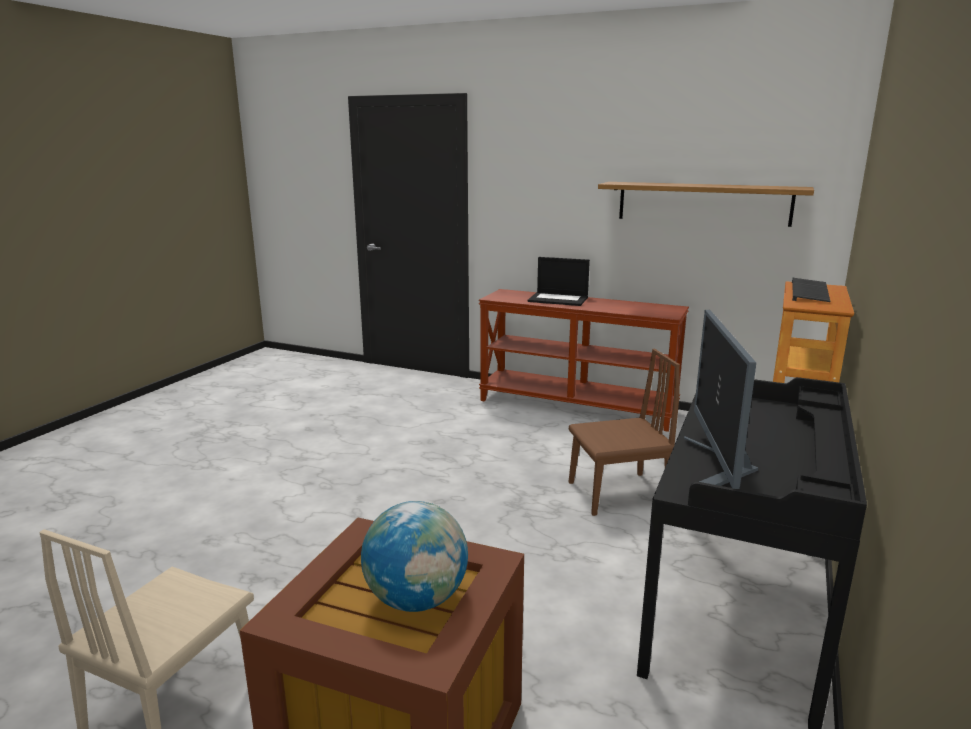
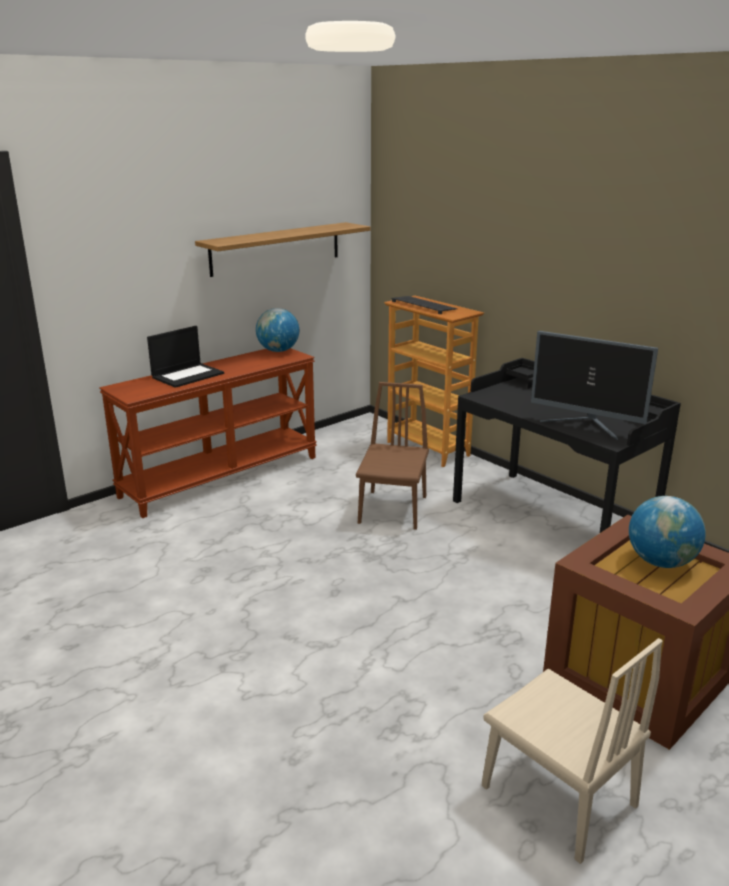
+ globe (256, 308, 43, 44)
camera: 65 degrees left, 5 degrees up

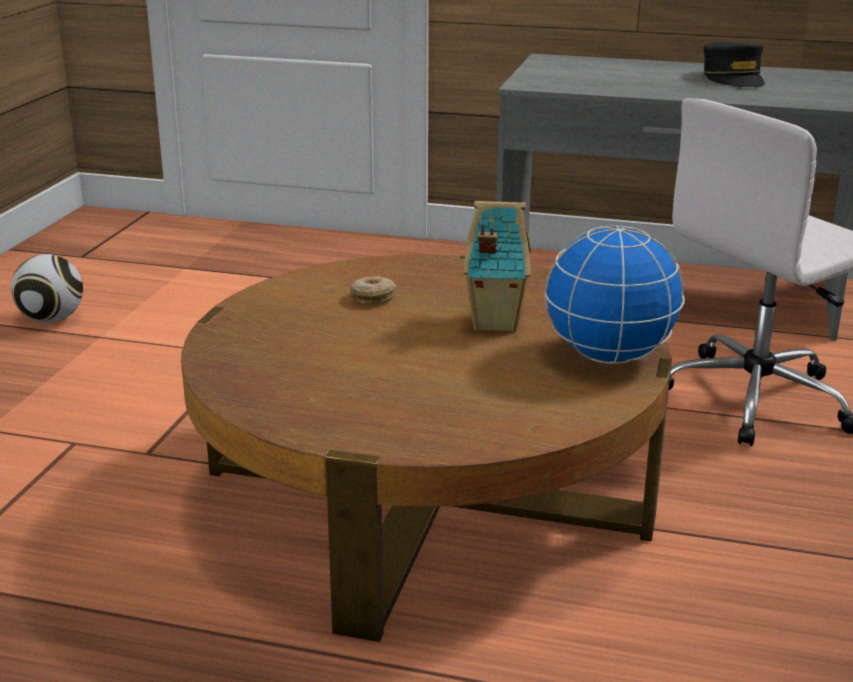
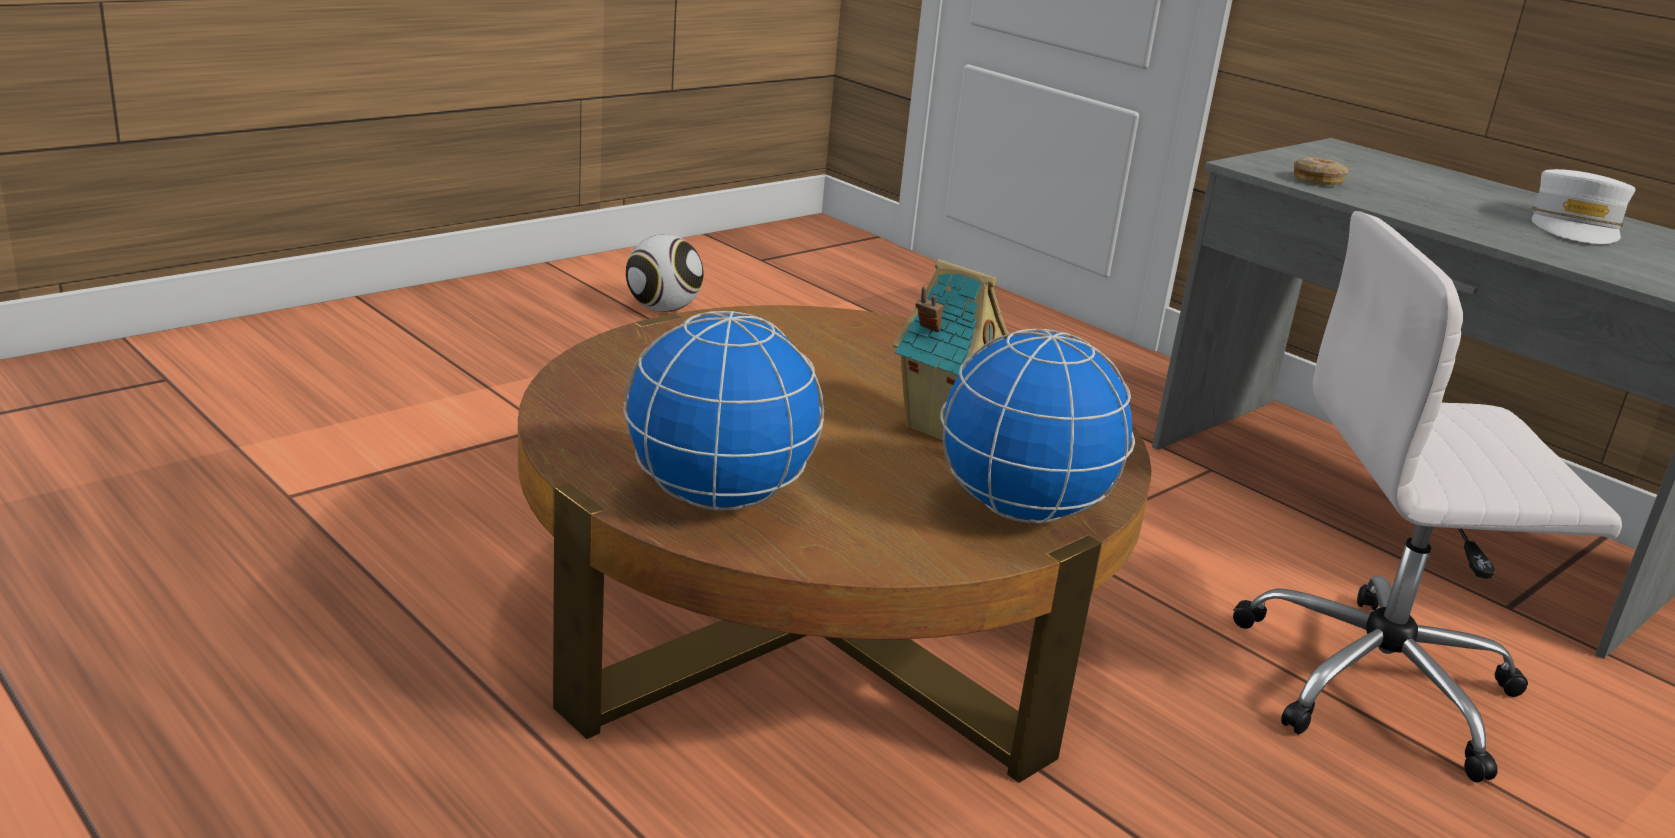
+ globe (623, 311, 201, 200)
~ donut (350, 276, 46, 29) to (1294, 157, 54, 28)
~ black_cap (703, 42, 62, 45) to white_cap (1532, 169, 104, 75)
camera: 30 degrees right, 0 degrees up

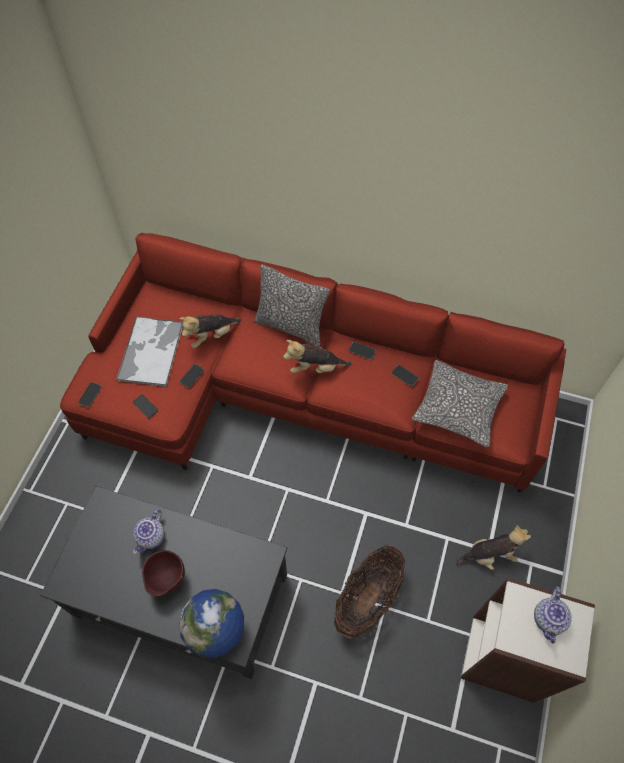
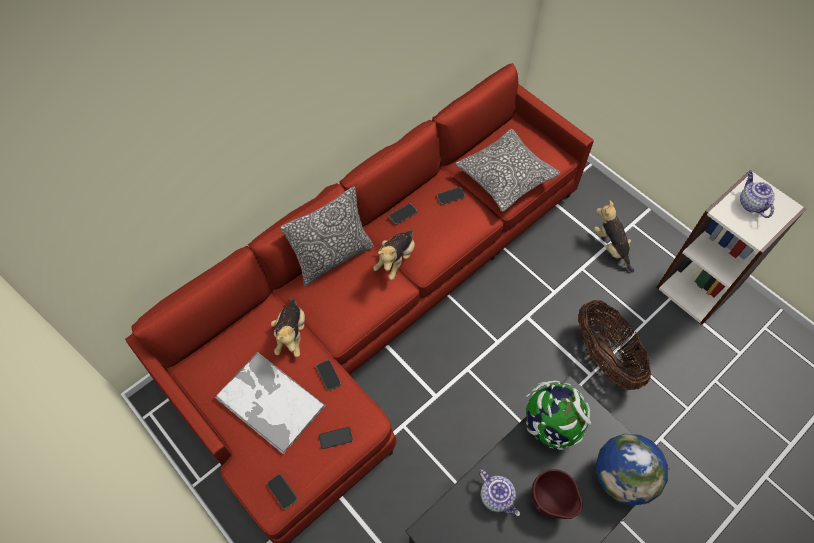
+ globe (526, 381, 65, 69)
~ plush_toy (456, 525, 75, 45) = (594, 200, 40, 73) 45 degrees counterclockwise
~ teapot (534, 586, 38, 58) = (740, 172, 35, 46) 150 degrees counterclockwise
camera: 60 degrees left, 0 degrees up

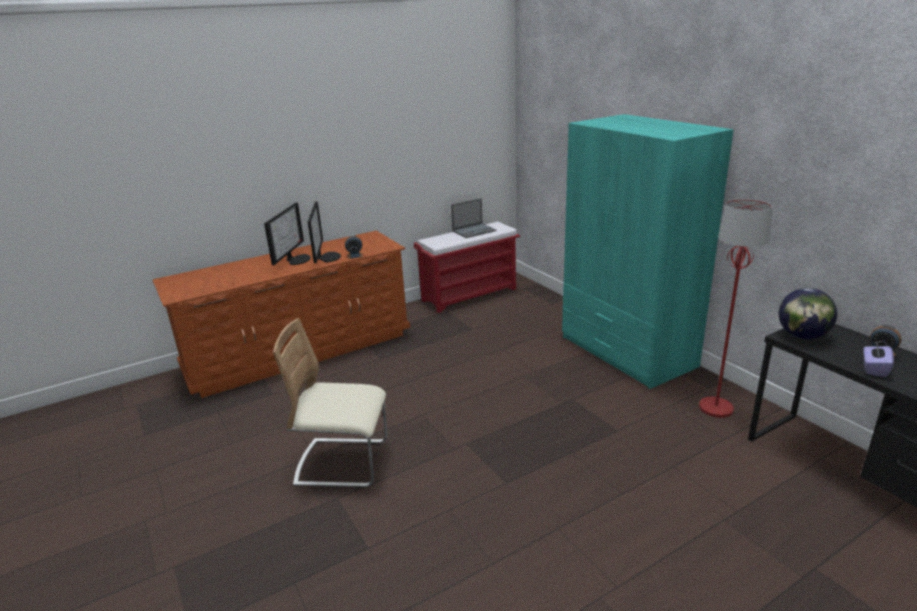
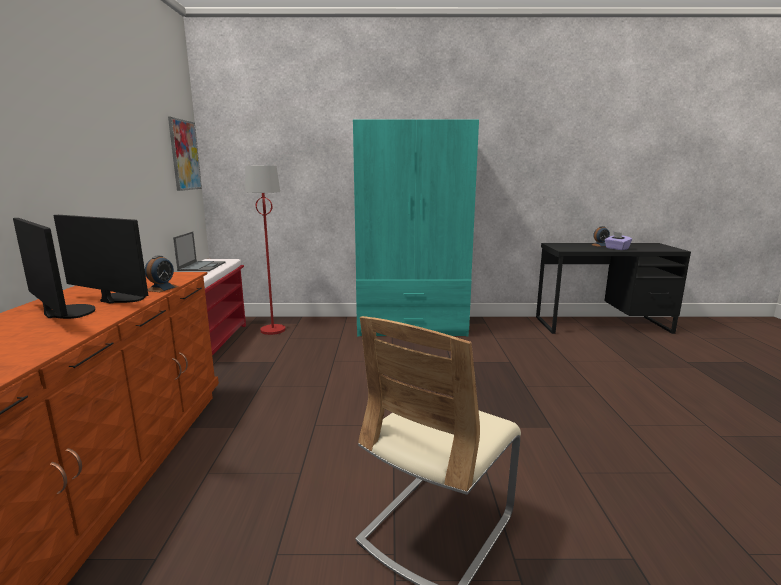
- globe (779, 288, 58, 51)
+ picture (168, 117, 34, 74)
~ red_floor_lamp (699, 199, 73, 219) to (245, 166, 40, 169)
camera: 60 degrees left, 10 degrees down

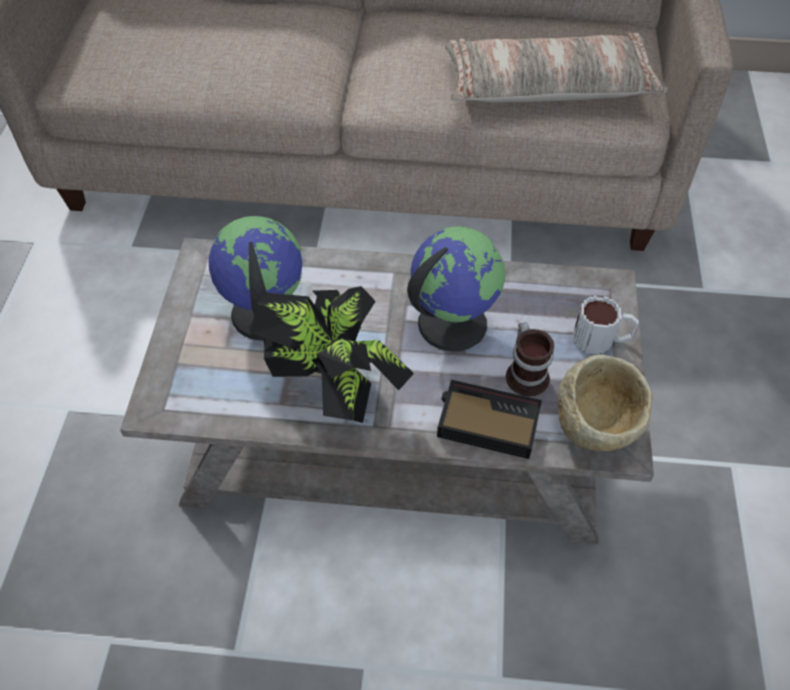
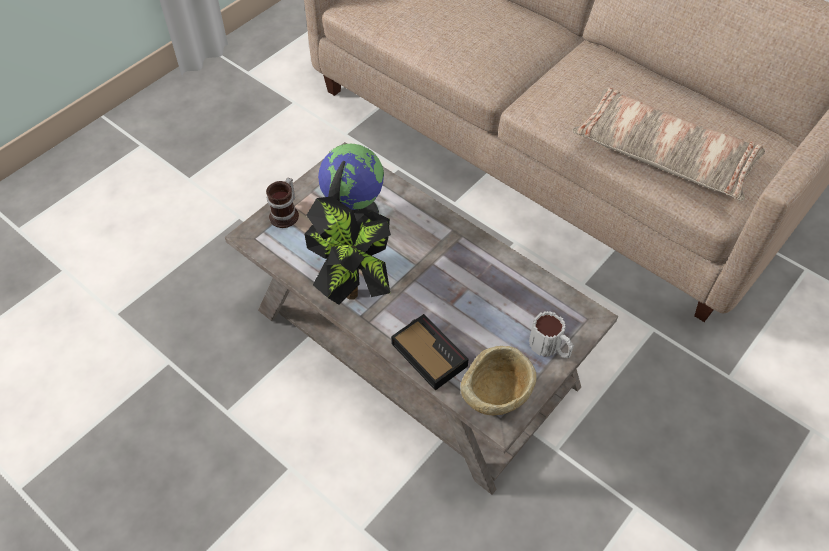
- globe (407, 227, 98, 124)
~ mug (506, 322, 48, 74) to (266, 178, 33, 50)
camera: 35 degrees right, 0 degrees up

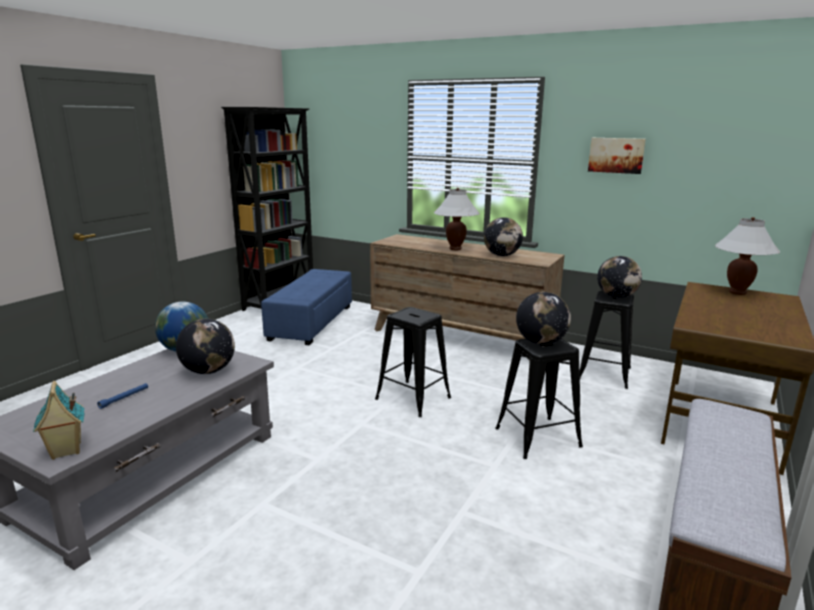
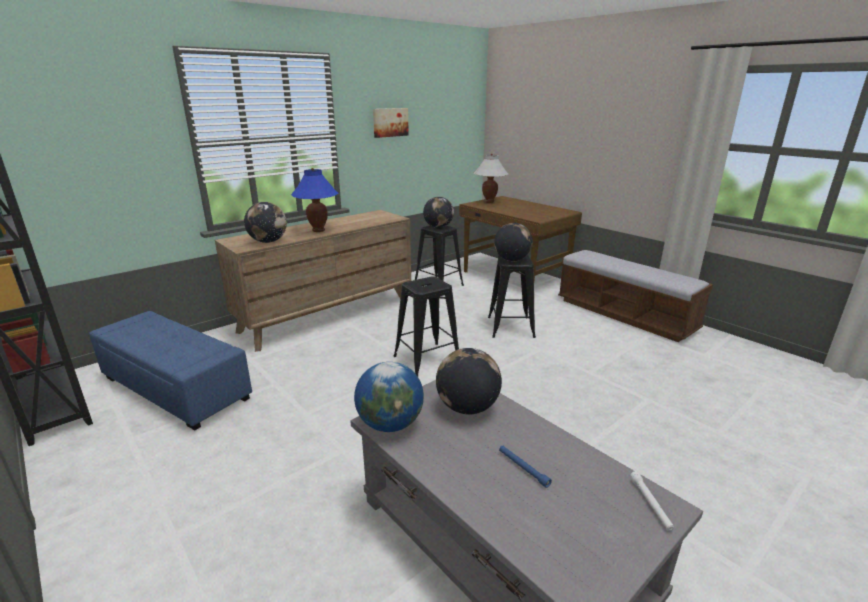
~ globe (484, 217, 39, 39) to (244, 202, 43, 41)
~ toy_house (33, 381, 52, 79) to white_flashlight (630, 471, 44, 60)
~ white_table_lamp (434, 188, 46, 62) to blue_table_lamp (291, 168, 48, 64)
camera: 70 degrees left, 5 degrees up

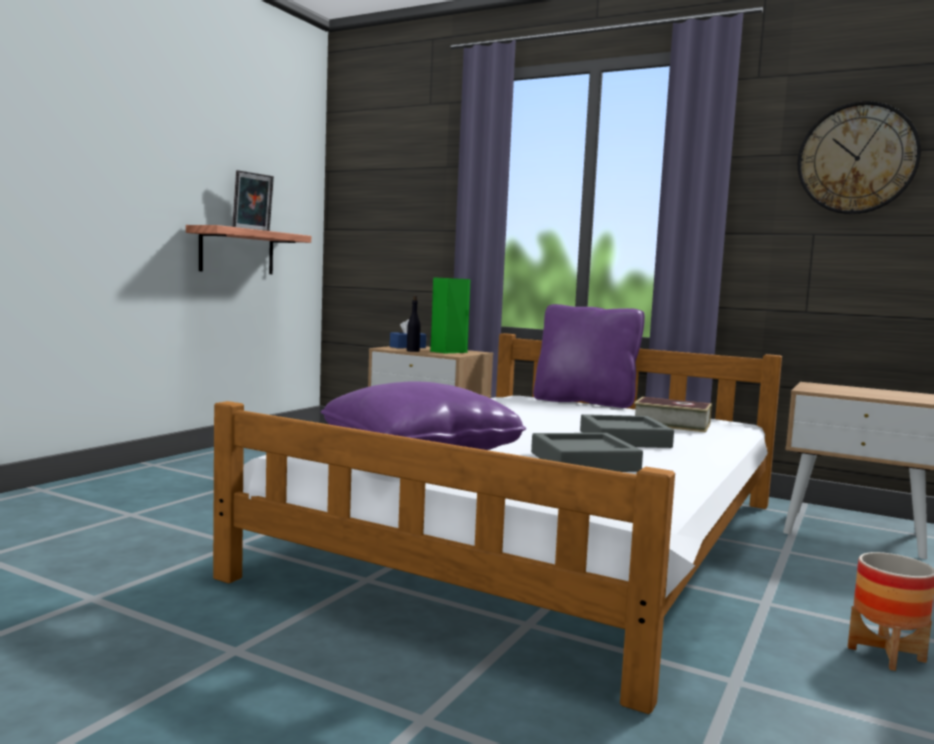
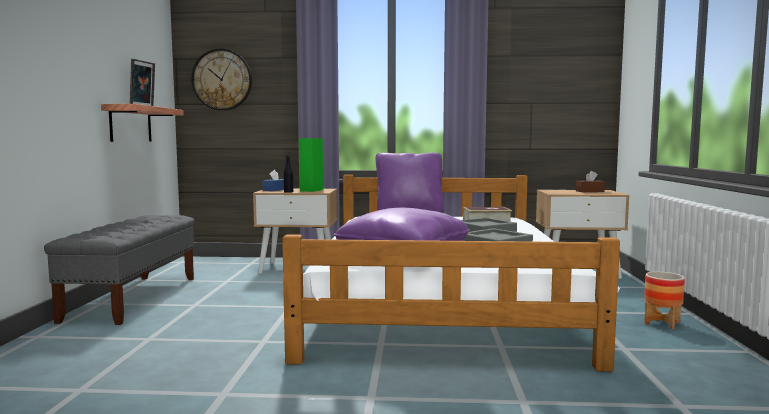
+ grey_bench (44, 215, 151, 110)
+ brown_tissue_box (576, 171, 29, 21)
~ wall_clock (798, 101, 123, 113) to (191, 48, 61, 62)
camera: 25 degrees left, 0 degrees up

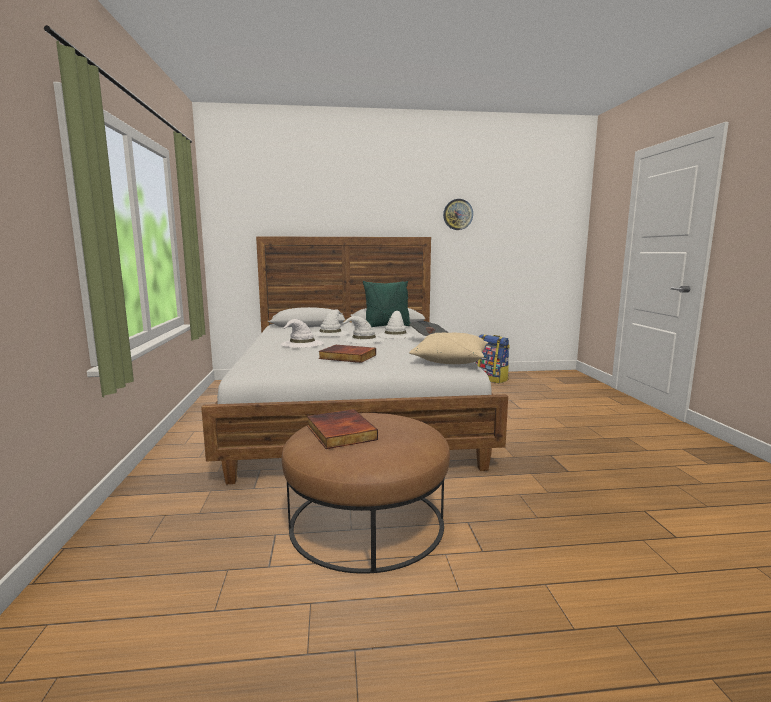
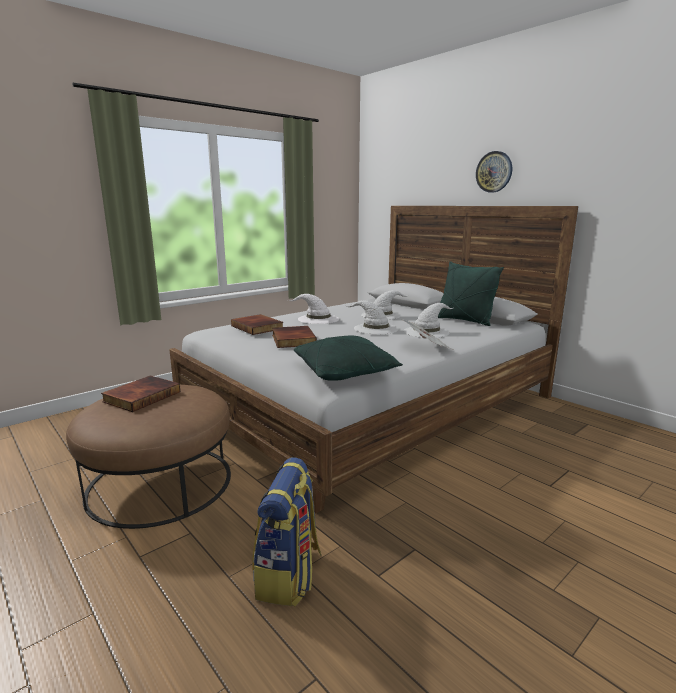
+ book (231, 314, 52, 21)
~ wall_clock (443, 199, 30, 31) to (476, 151, 36, 41)
~ backpack (475, 334, 35, 49) to (252, 457, 69, 149)
~ beige_pillow (409, 332, 79, 32) to green_pillow (294, 336, 109, 44)
camera: 55 degrees right, 5 degrees up

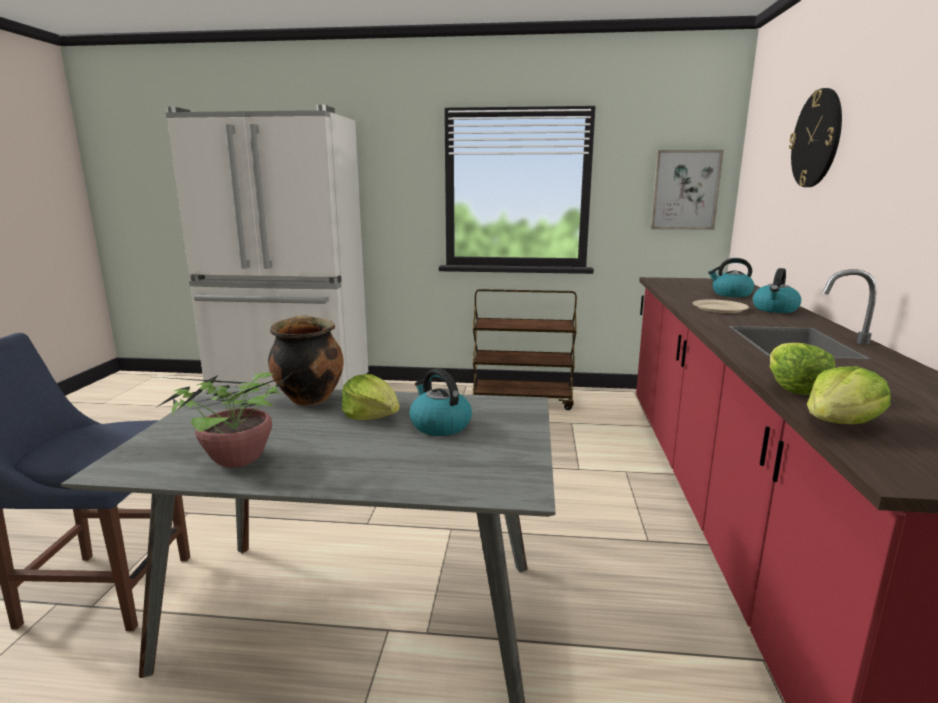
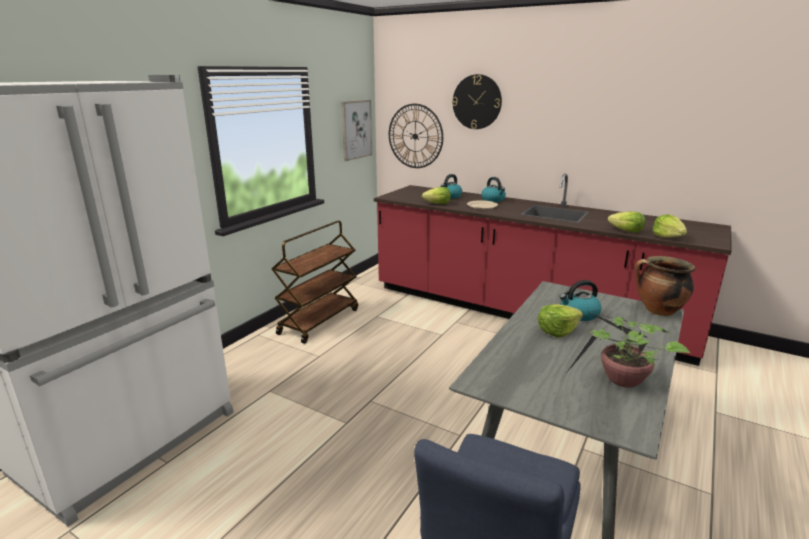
+ wall_clock (389, 104, 54, 64)
+ lettuce (422, 187, 29, 17)
~ cooking_pot (268, 316, 75, 89) to (635, 256, 60, 60)
camera: 65 degrees left, 5 degrees up

